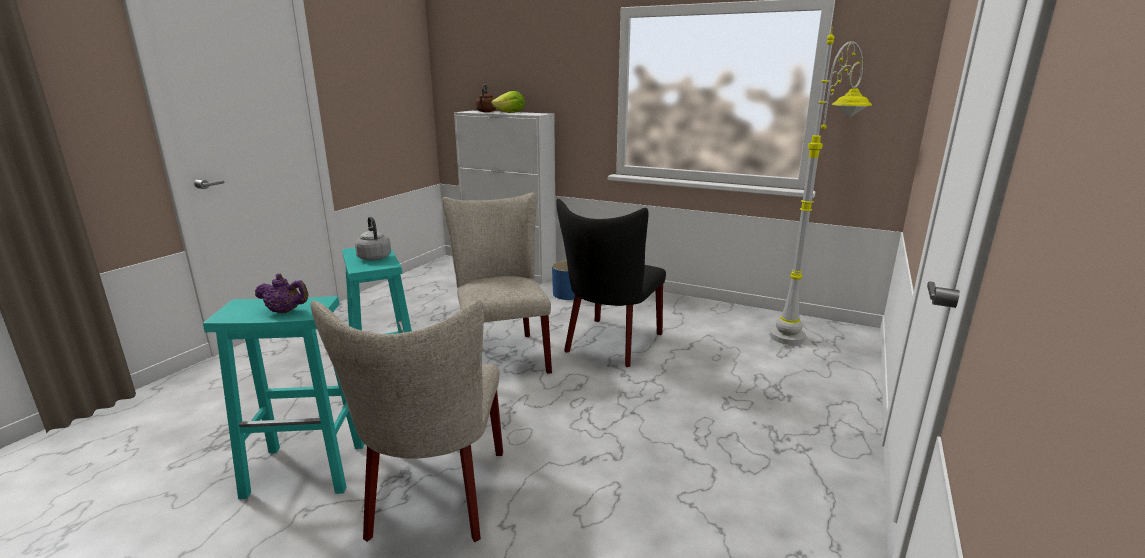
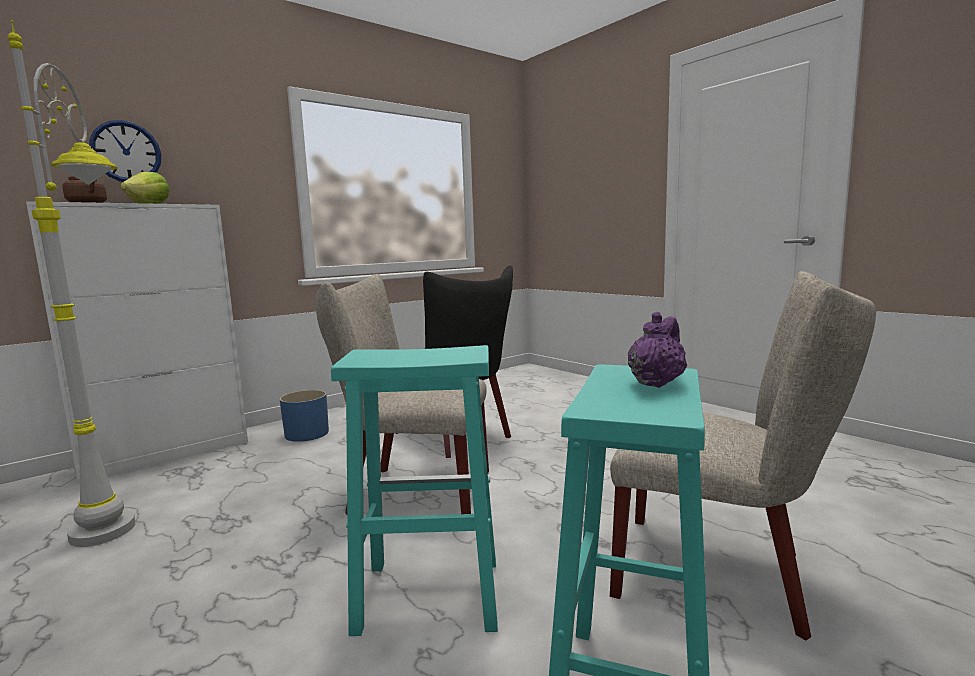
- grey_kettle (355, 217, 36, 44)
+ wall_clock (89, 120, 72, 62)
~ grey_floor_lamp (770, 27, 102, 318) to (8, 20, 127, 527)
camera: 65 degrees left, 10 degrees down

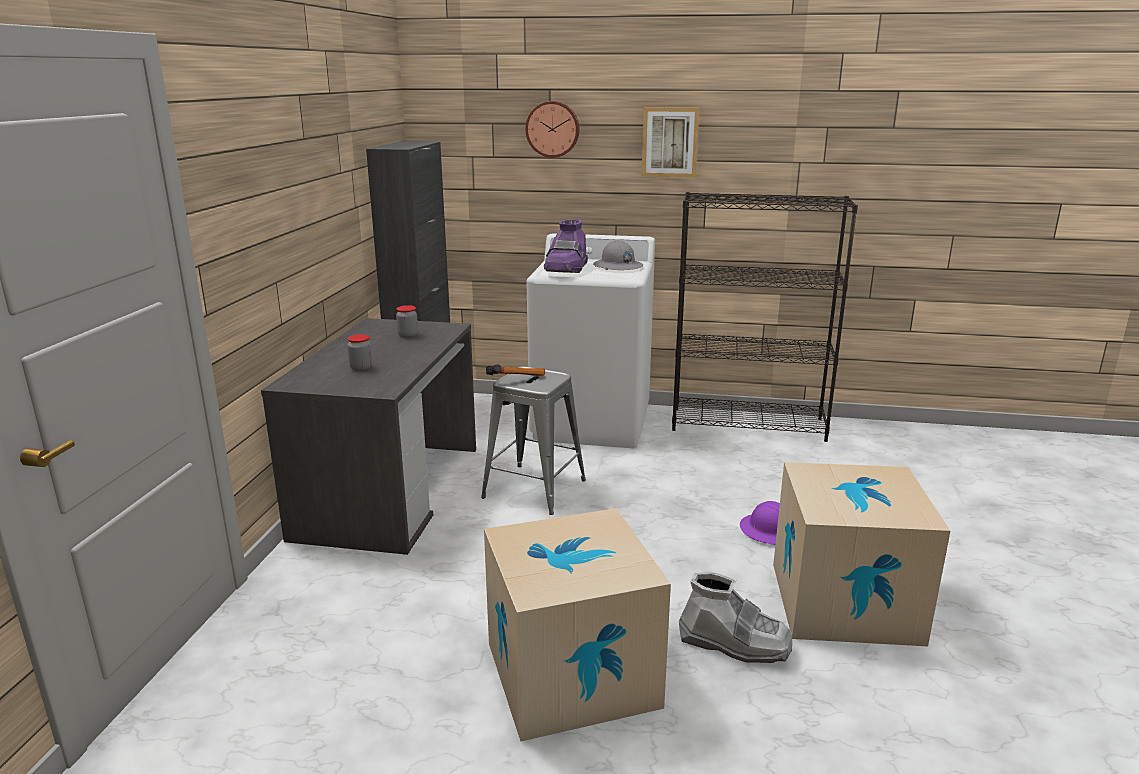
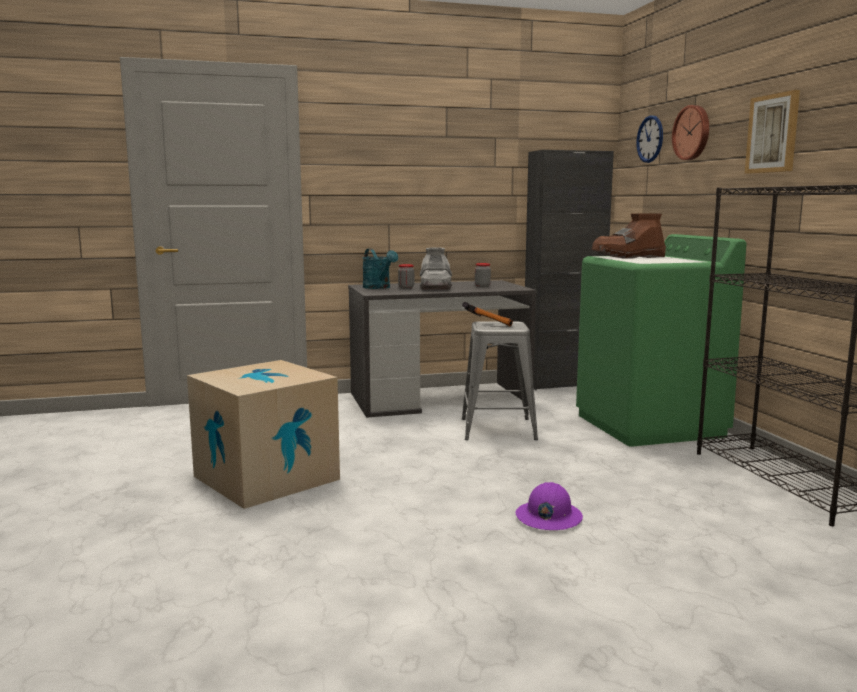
- grey_hard_hat (593, 240, 50, 30)
- cardboard_box (773, 462, 177, 184)
+ turquoise_watering_can (362, 249, 36, 40)
+ wall_clock (636, 115, 27, 48)
~ grey_boot (679, 572, 113, 91) to (420, 248, 32, 42)
~ white_washing_machine (527, 233, 128, 215) to green_washing_machine (576, 234, 170, 213)
~ purple_boot (544, 219, 44, 54) to brown_boot (591, 213, 75, 46)
camera: 65 degrees right, 10 degrees down

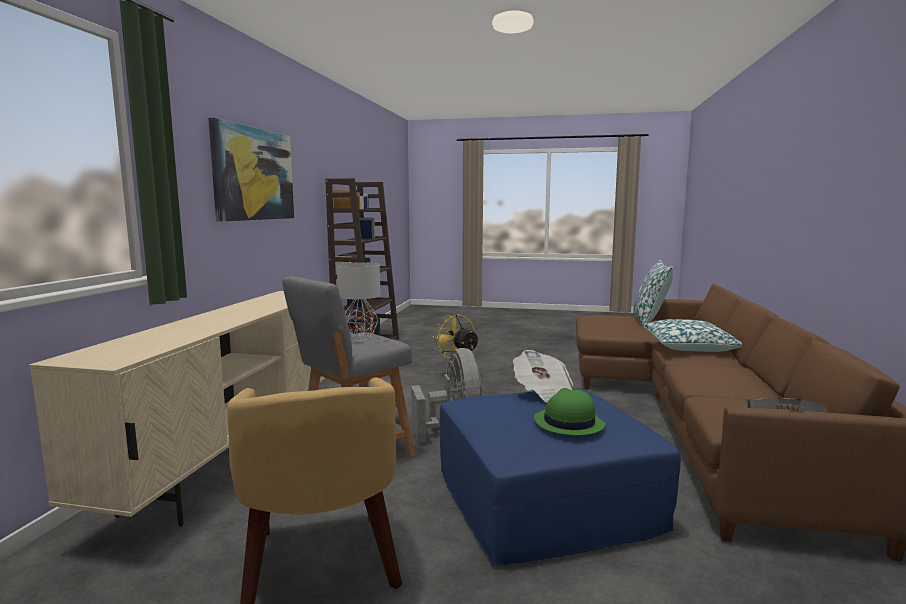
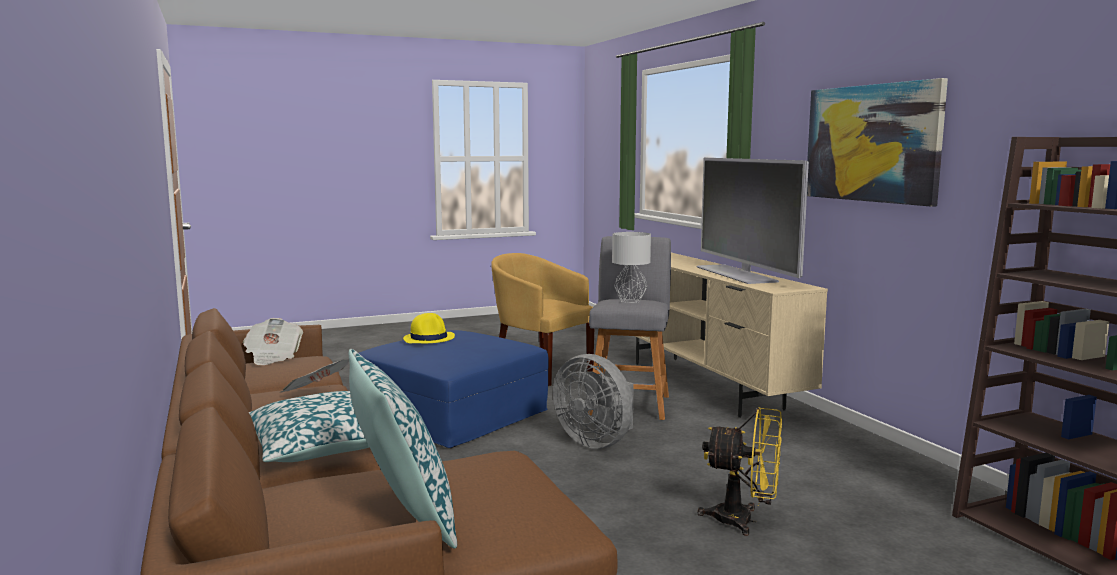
+ television (696, 158, 113, 126)
~ newspaper (513, 350, 60, 53) to (280, 359, 69, 34)
~ green_hat (534, 388, 71, 47) to yellow_hat (403, 313, 52, 30)
camera: 145 degrees right, 0 degrees up

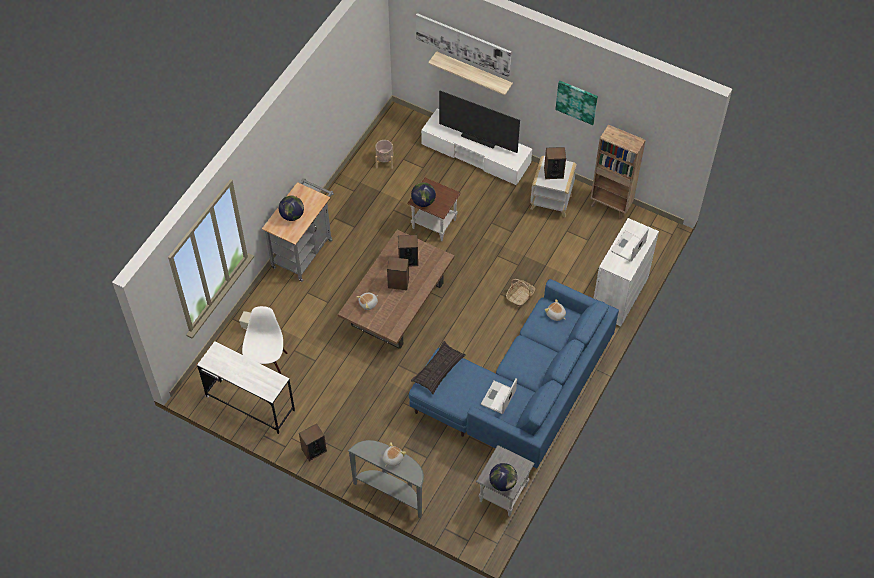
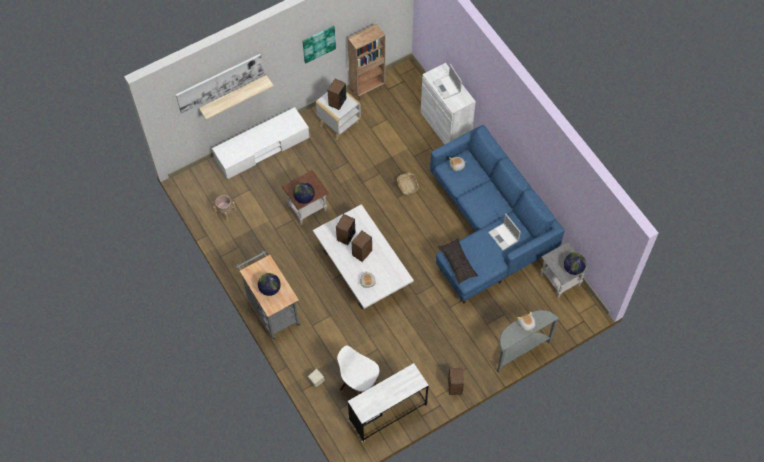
- television (439, 91, 81, 62)
~ brown_coffee_table (338, 230, 116, 119) to white_coffee_table (313, 204, 101, 105)
camera: 60 degrees left, 5 degrees up

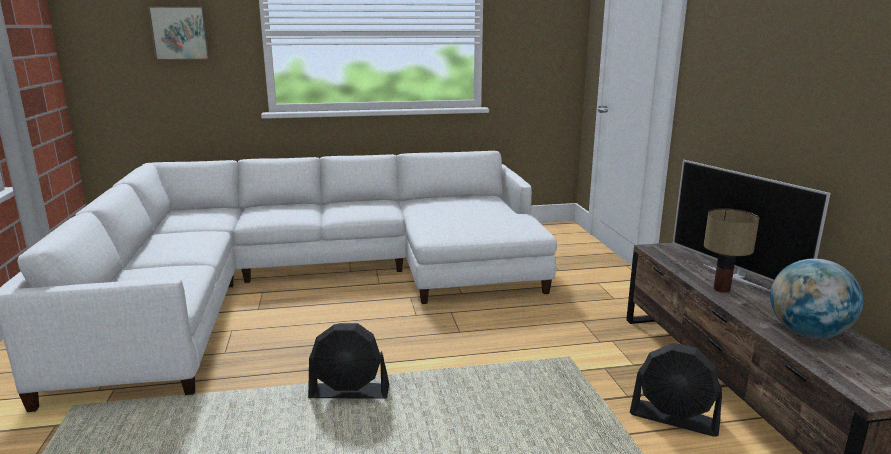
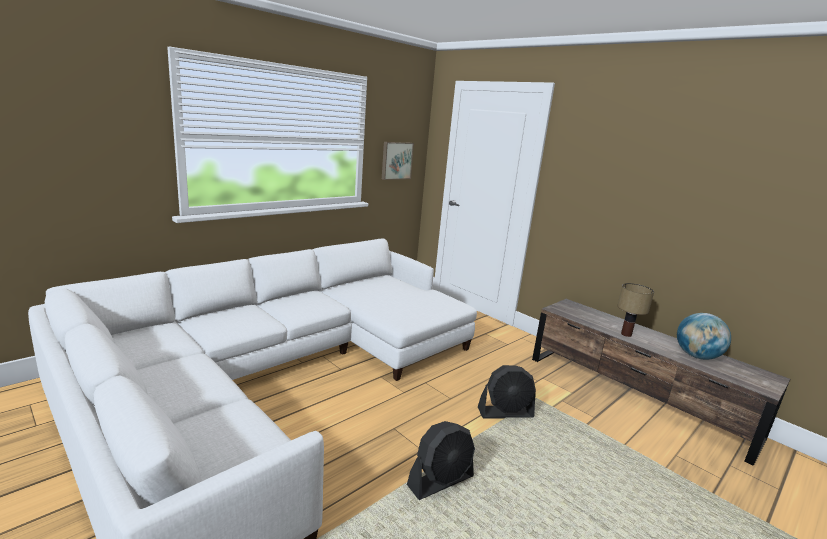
- television (673, 160, 158, 132)
~ picture (148, 6, 62, 54) to (382, 142, 32, 38)
~ black_fan (630, 343, 92, 94) to (478, 365, 58, 54)
camera: 35 degrees left, 0 degrees up

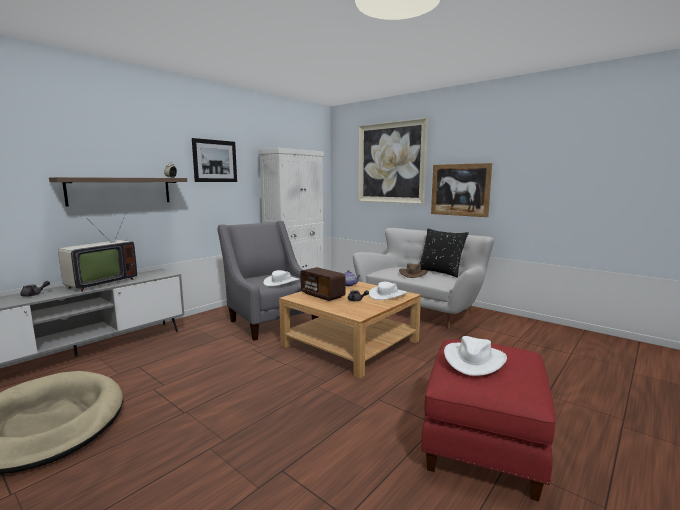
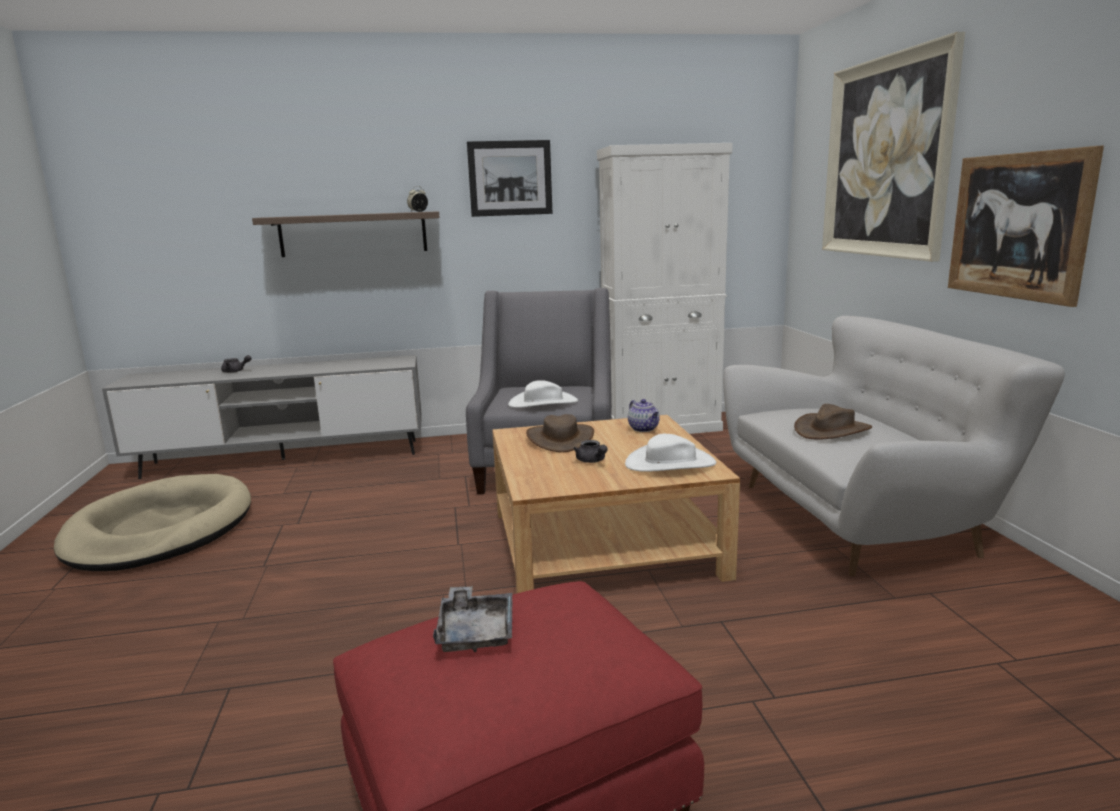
- television (58, 213, 79, 79)
- black_pillow (419, 229, 50, 49)
~ radio (300, 267, 46, 34) to brown_hat (526, 414, 68, 38)
~ white_hat (444, 336, 63, 40) to grey_tray (433, 586, 79, 66)
camera: 40 degrees right, 5 degrees up

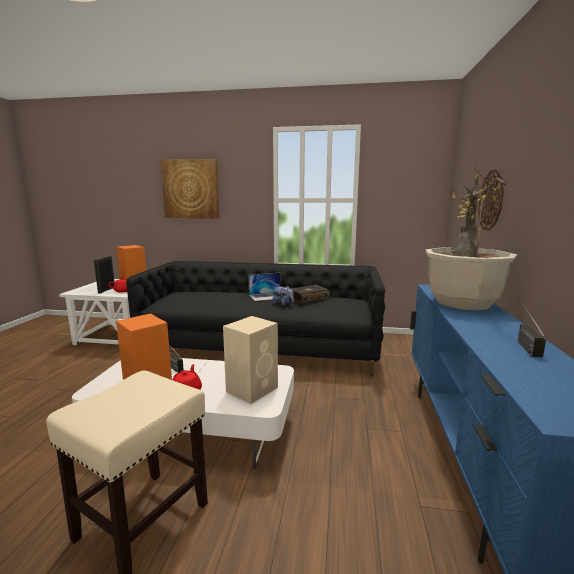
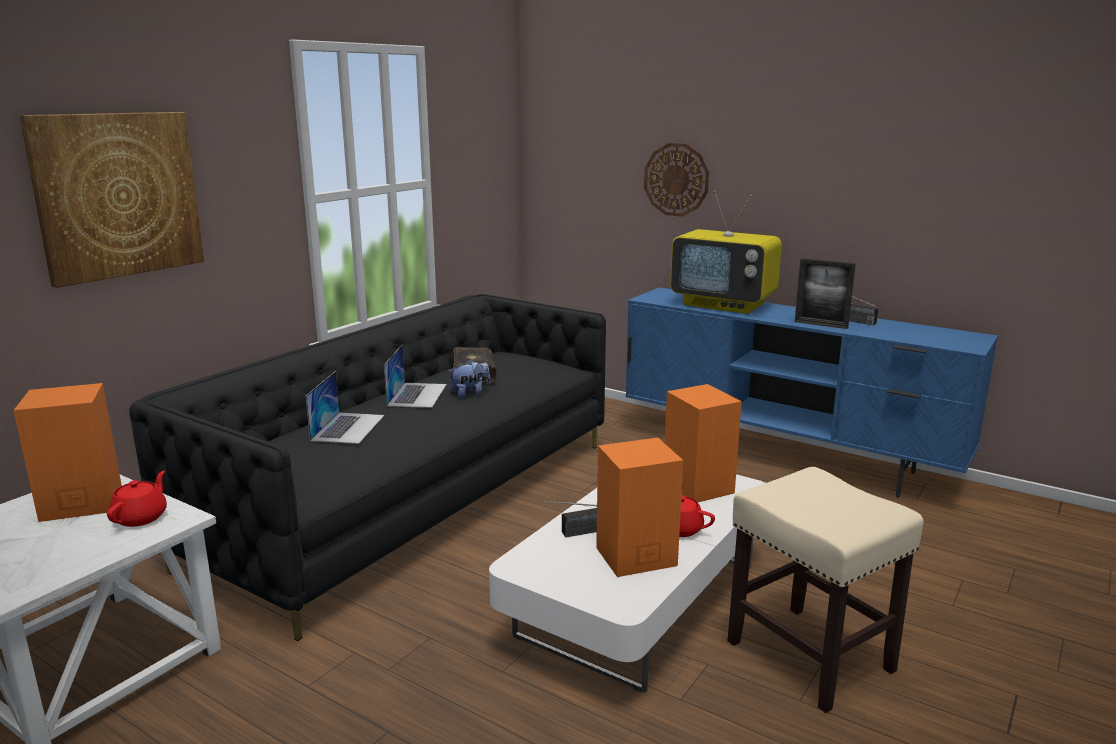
+ laptop (305, 371, 79, 73)
~ picture_frame (94, 256, 21, 38) to (795, 258, 61, 71)
~ potted_plant (425, 163, 92, 147) to television (670, 191, 112, 123)
~ beige_speaker (223, 316, 55, 88) to orange_speaker (665, 384, 77, 118)
camera: 65 degrees left, 5 degrees up

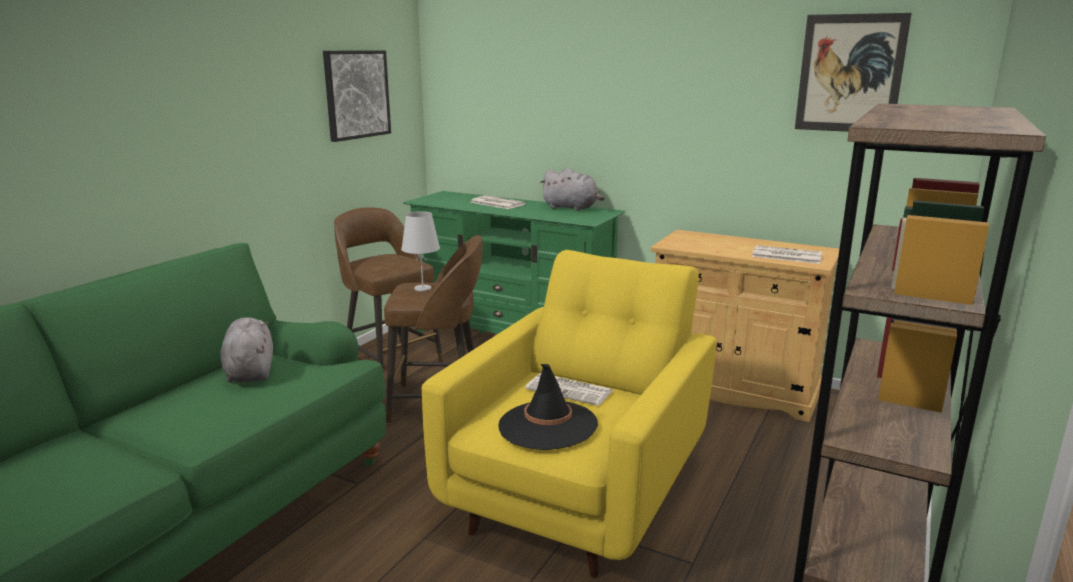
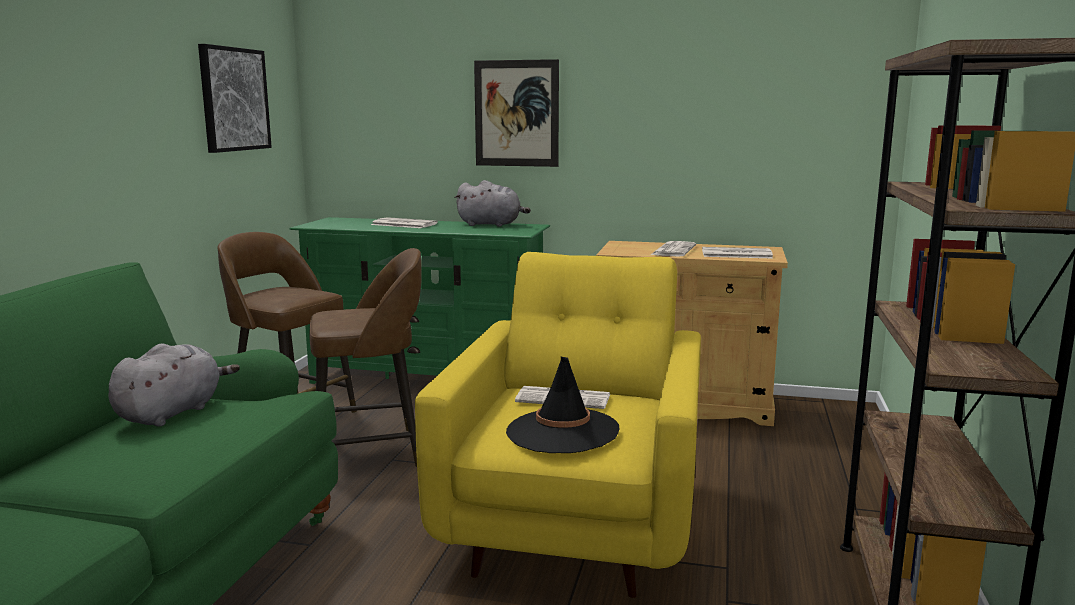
- white_table_lamp (401, 211, 39, 80)
+ newspaper (651, 241, 45, 16)
~ picture (795, 13, 117, 119) to (474, 59, 85, 108)
~ grey_plush_toy (220, 317, 53, 66) = (108, 344, 132, 83) 60 degrees clockwise
camera: 15 degrees left, 5 degrees down

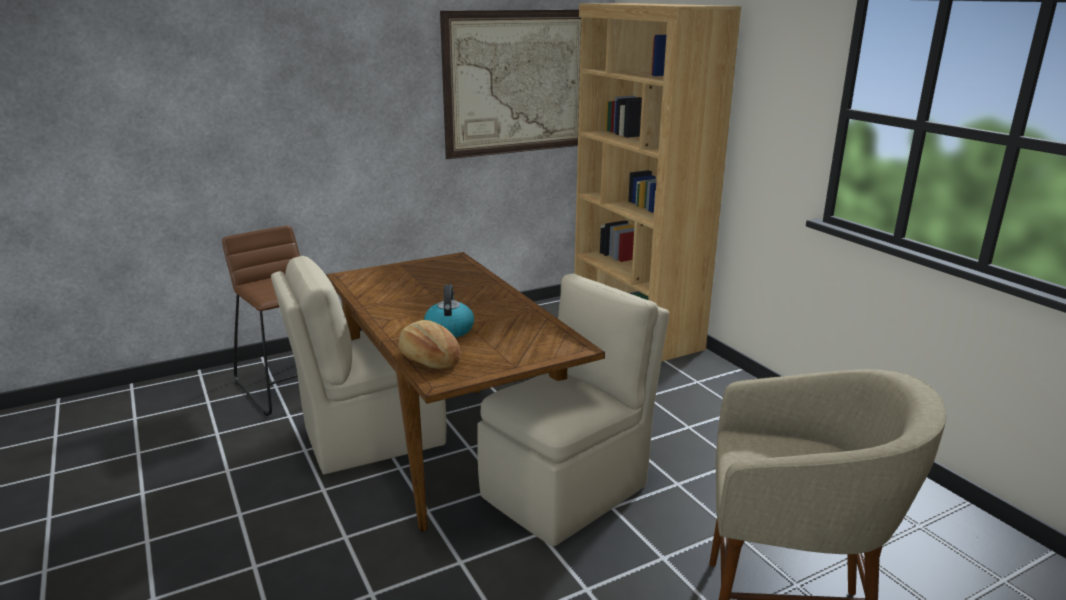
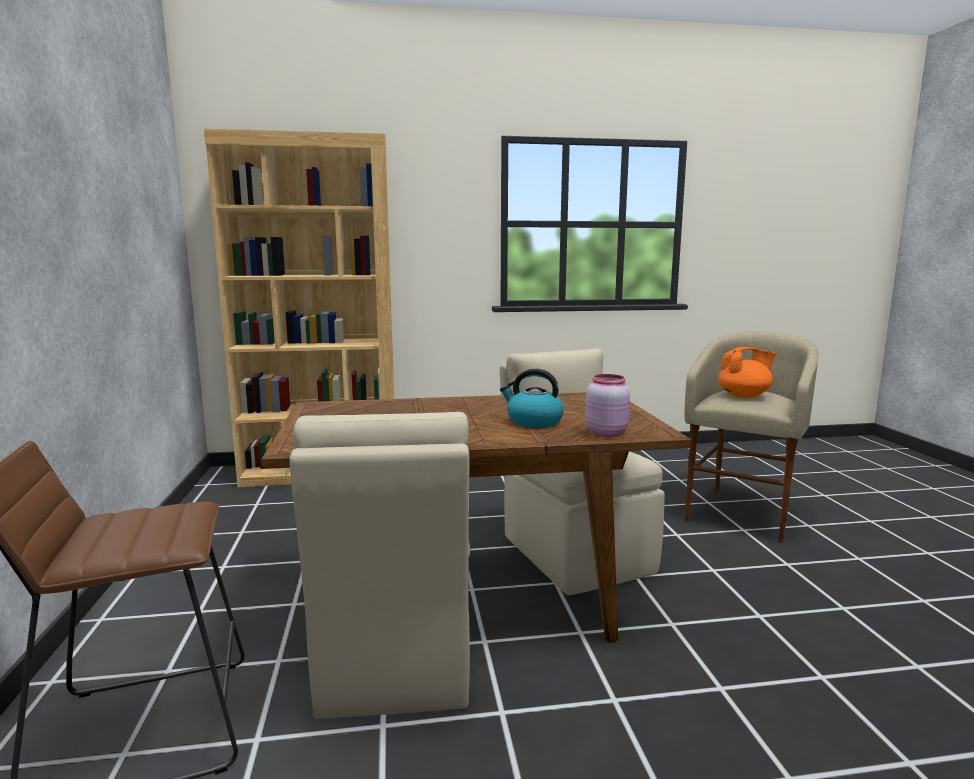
- picture (440, 10, 141, 149)
+ orange_teapot (718, 347, 58, 51)
~ bread (398, 320, 63, 49) to pink_jar (585, 374, 45, 63)
camera: 70 degrees left, 10 degrees down

